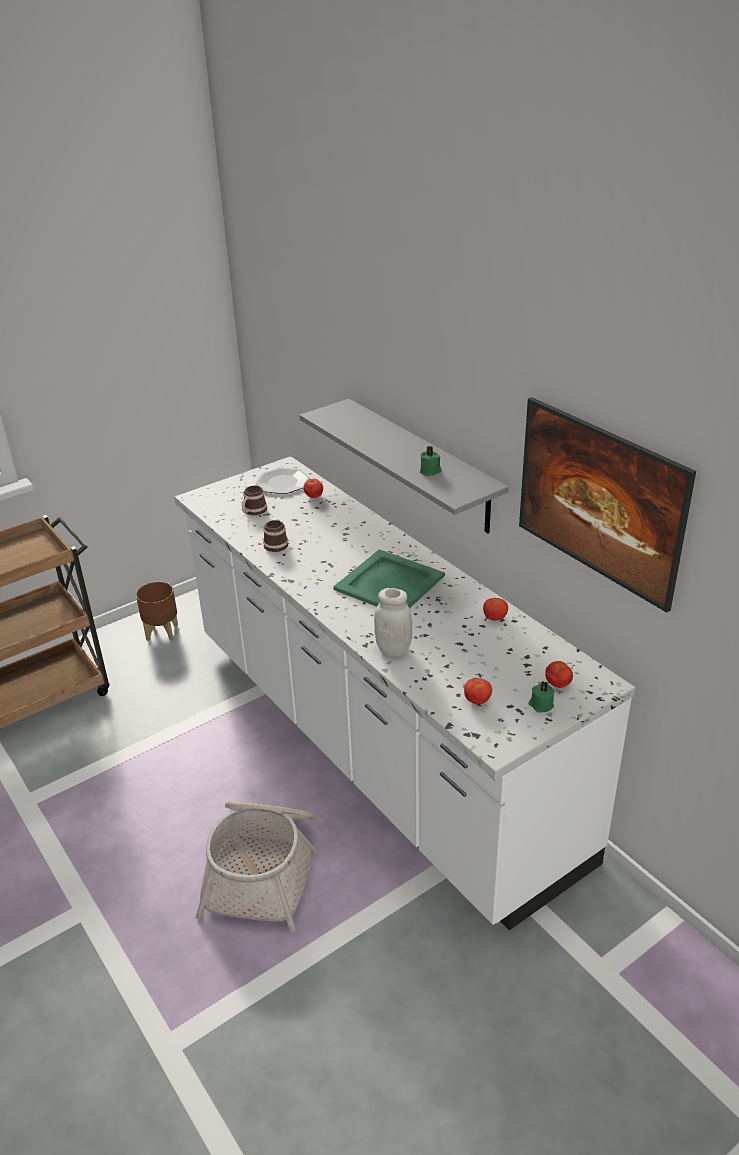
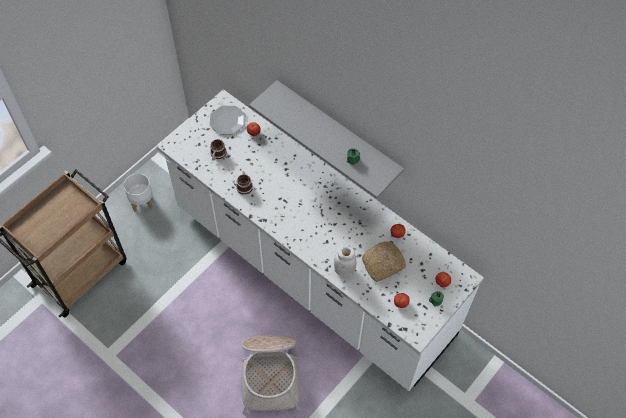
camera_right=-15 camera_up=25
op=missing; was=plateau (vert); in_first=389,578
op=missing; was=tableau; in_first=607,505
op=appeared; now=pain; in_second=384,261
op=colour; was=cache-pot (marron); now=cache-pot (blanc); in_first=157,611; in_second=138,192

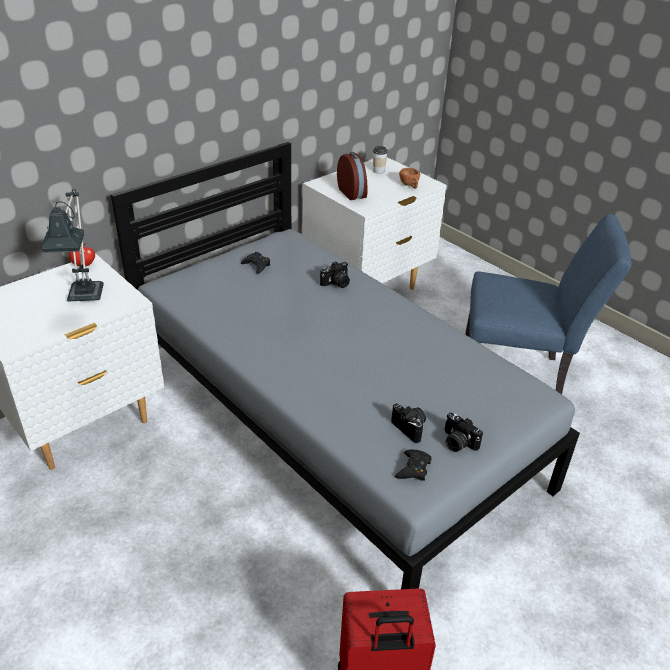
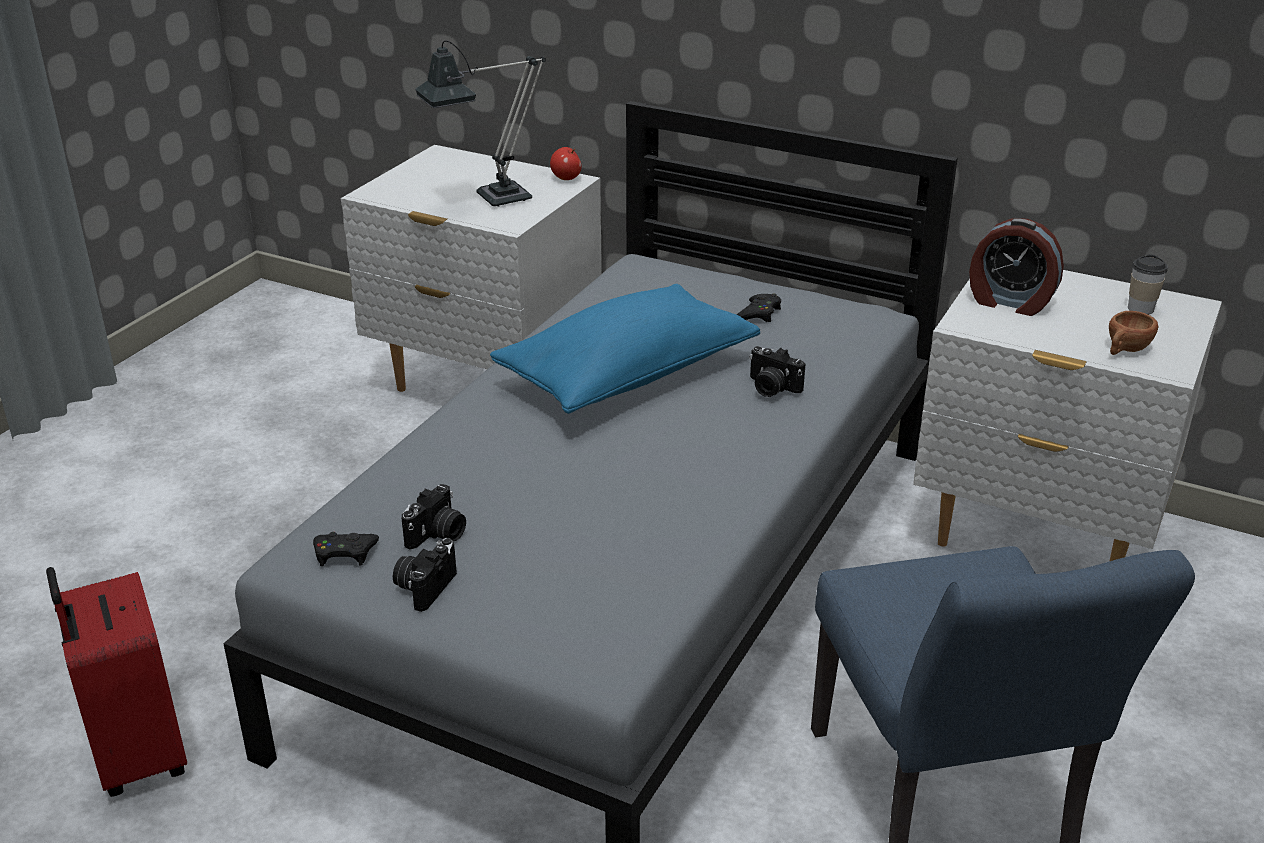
camera_right=70 camera_up=-5
op=appeared; now=coussin (bleu); in_second=625,349
op=spun; was=réveil; in_first=352,176; in_second=1016,267; clockwise=75

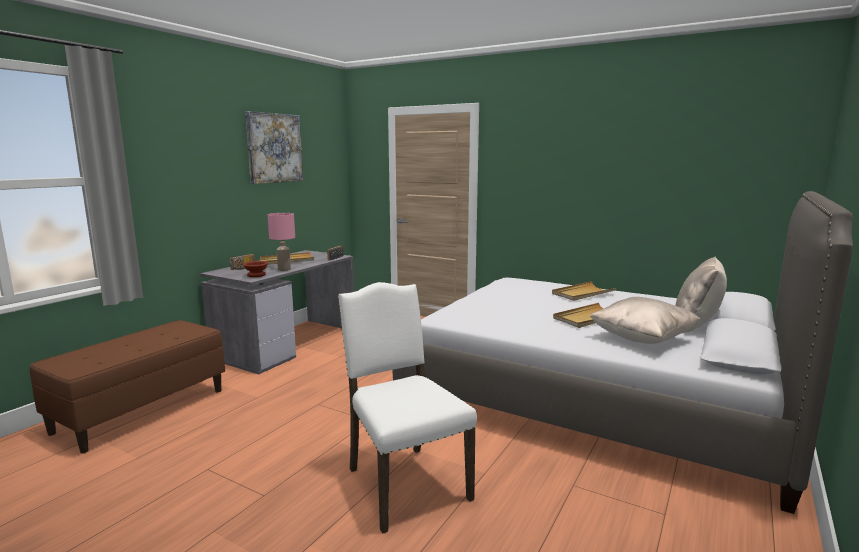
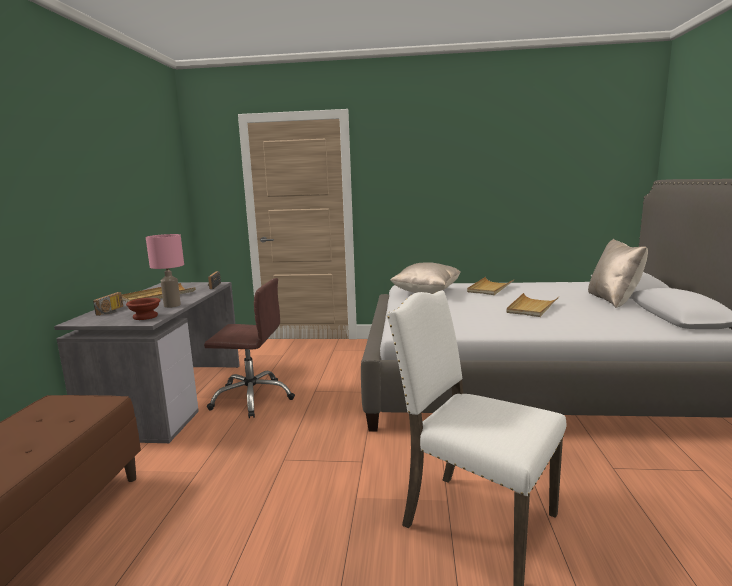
camera_right=-25 camera_up=0
op=missing; was=tableau; in_first=274,147
op=appeared; now=chaise de bureau (marron); in_second=249,348
op=relocated; was=coussin (beige); in_first=645,320; in_second=425,278

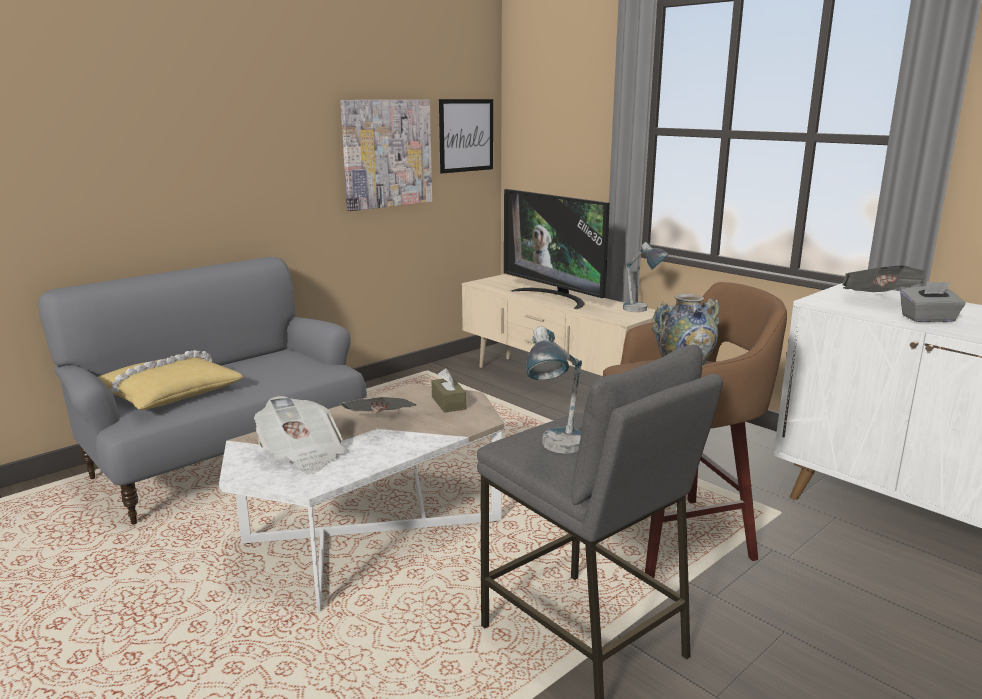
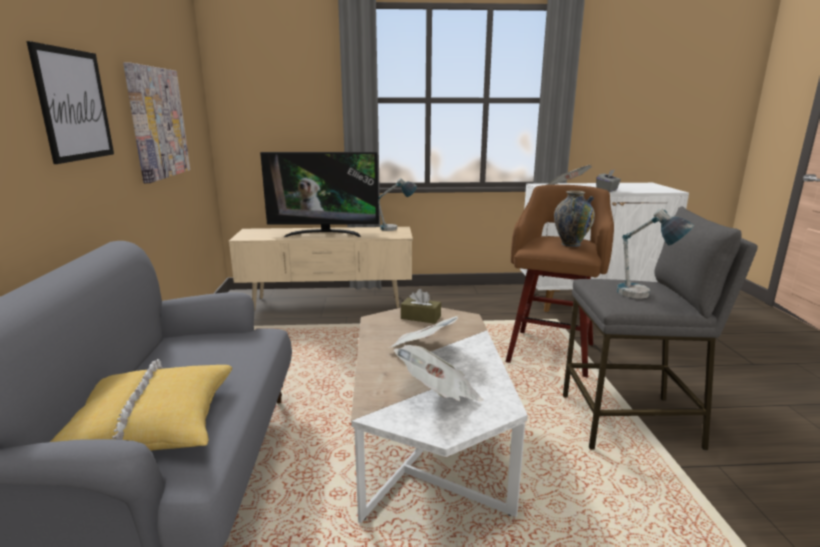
camera_right=-50 camera_up=0
op=relocated; was=tableau; in_first=466,136; in_second=70,102

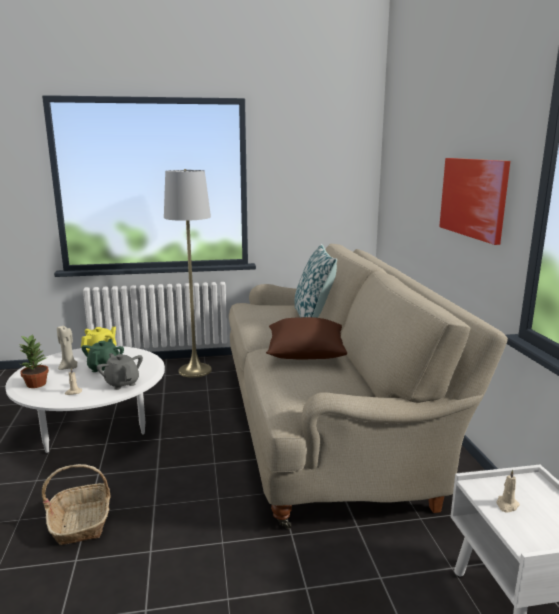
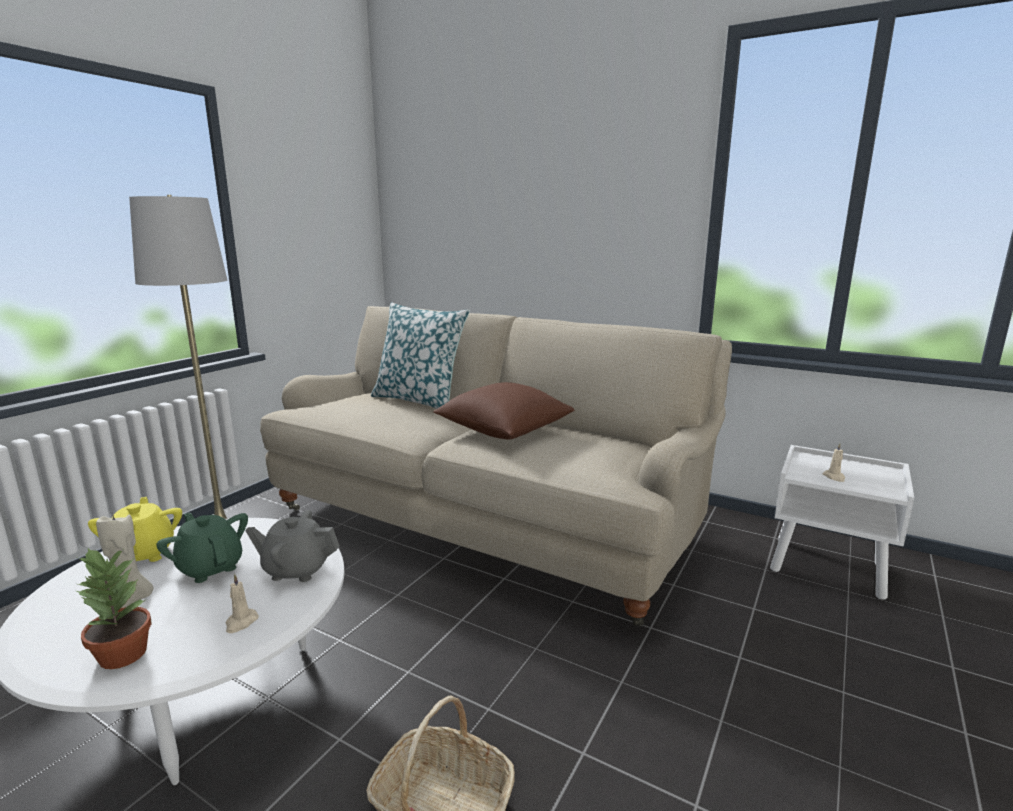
camera_right=-50 camera_up=0
op=missing; was=tableau; in_first=474,201

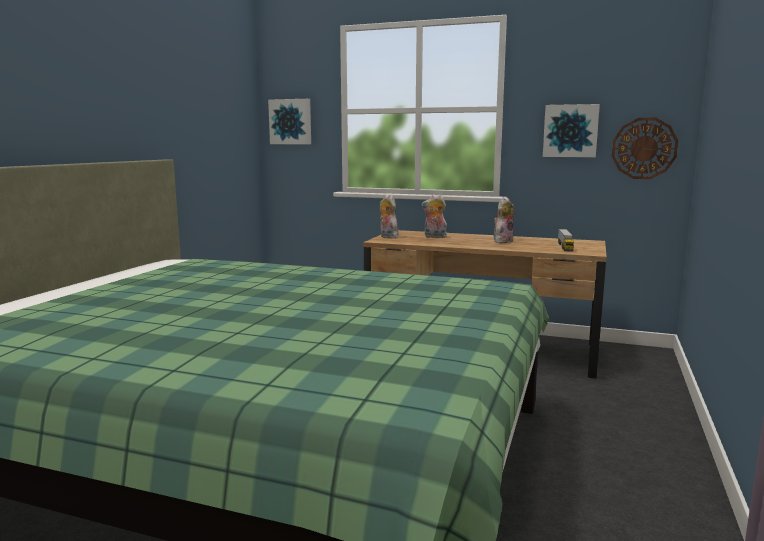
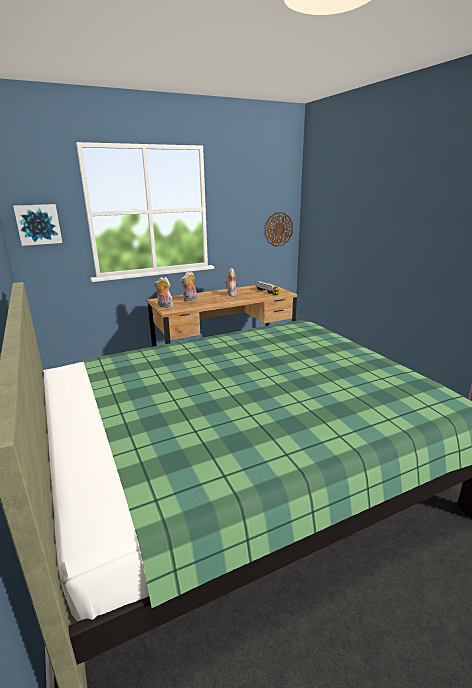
camera_right=-45 camera_up=10
op=missing; was=tableau; in_first=571,130

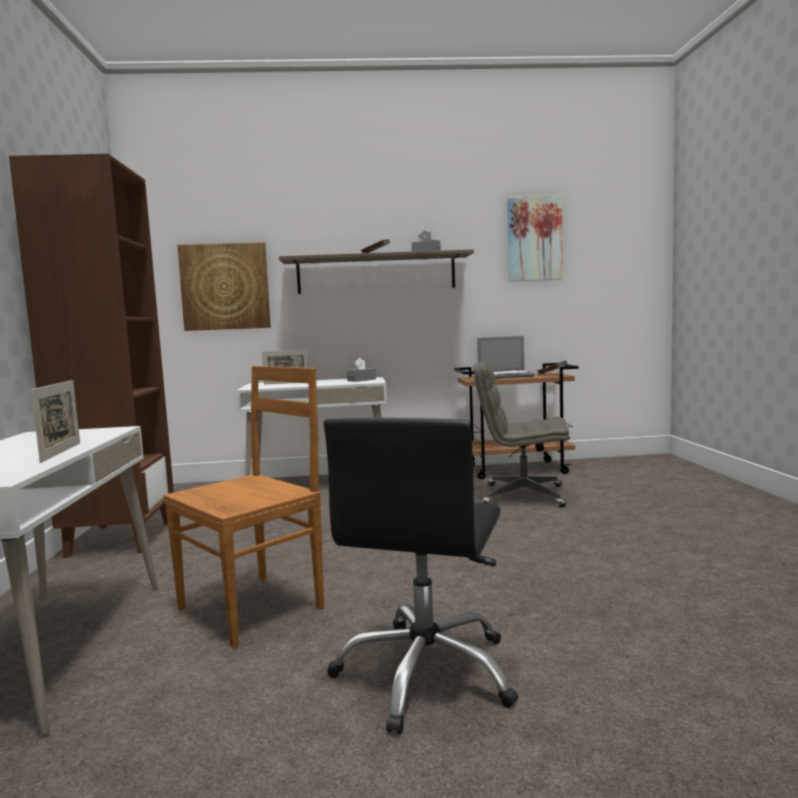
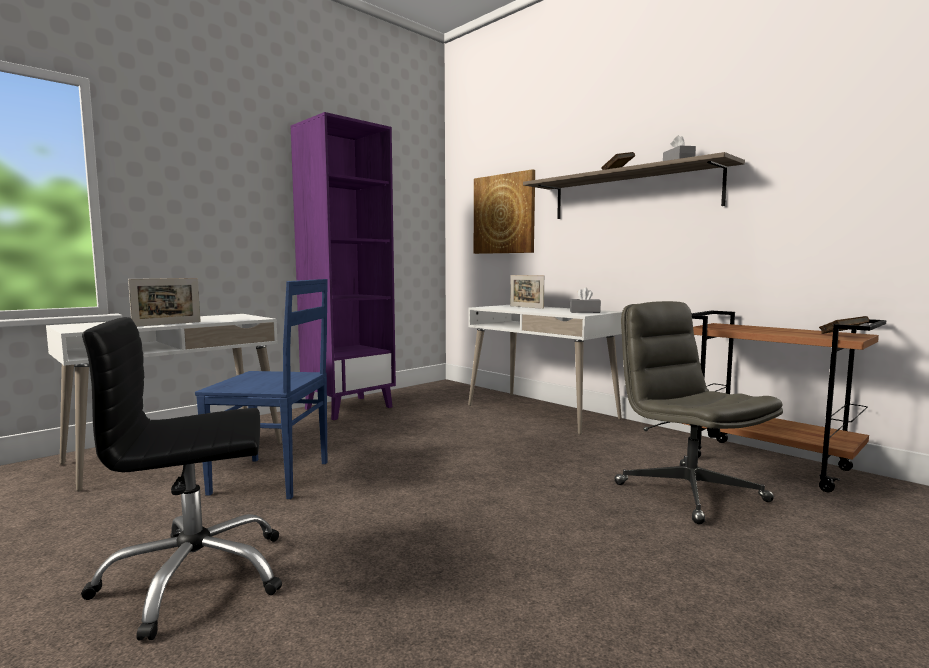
camera_right=50 camera_up=0
op=missing; was=ordinateur portable; in_first=506,357
op=missing; was=tableau; in_first=535,238
op=colour; was=bibliothèque (marron); now=bibliothèque (violet); in_first=91,356; in_second=343,266
op=colour; was=chaise (marron); now=chaise (bleu); in_first=243,507; in_second=261,389

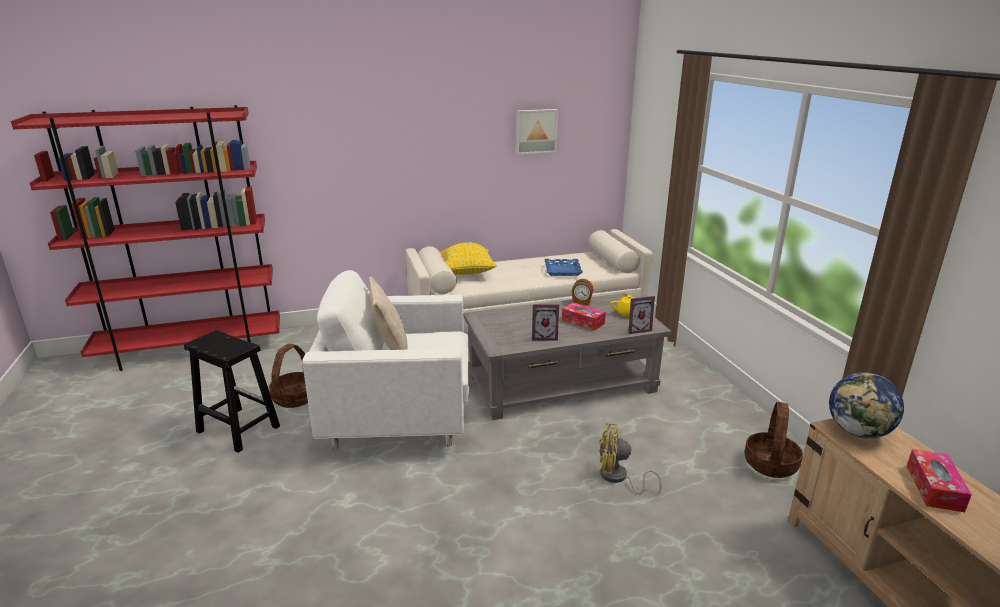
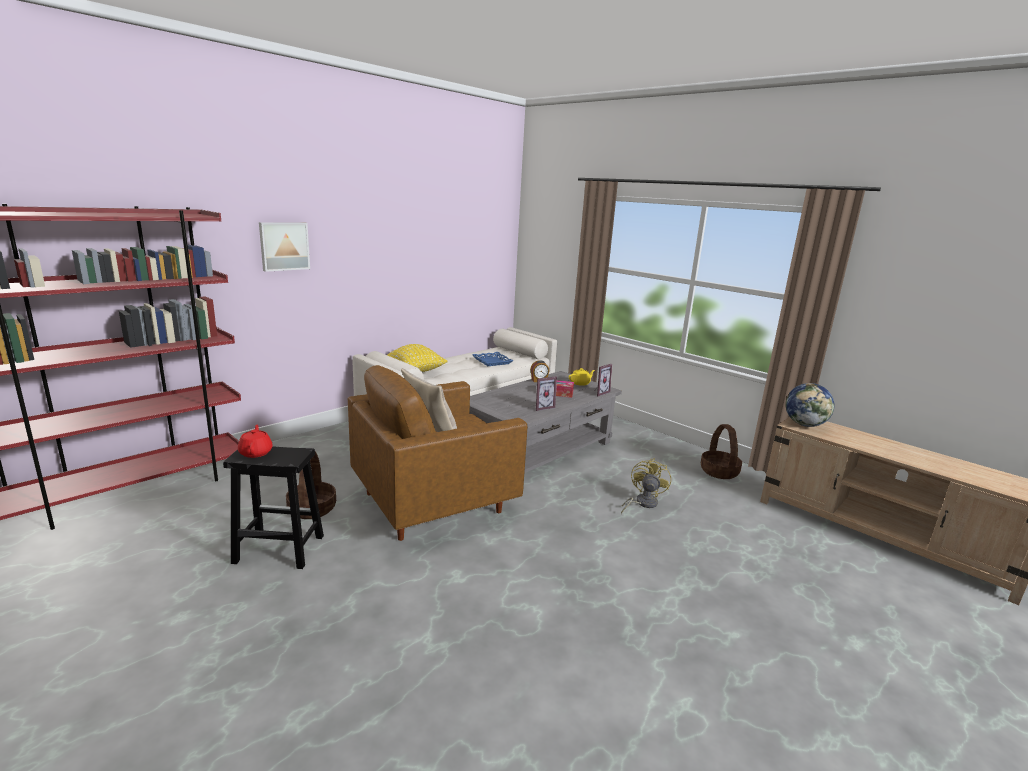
camera_right=-30 camera_up=-5
op=missing; was=boîte à mouchoirs; in_first=939,480
op=appeared; now=théière (rouge); in_second=255,441
op=relocated; was=tableau; in_first=537,131; in_second=284,247
op=colour; was=fauteuil (blanc); now=fauteuil (marron); in_first=385,359; in_second=437,453
op=spun; was=ventilateur (jaune); in_first=630,458; in_second=646,486; clockwise=135

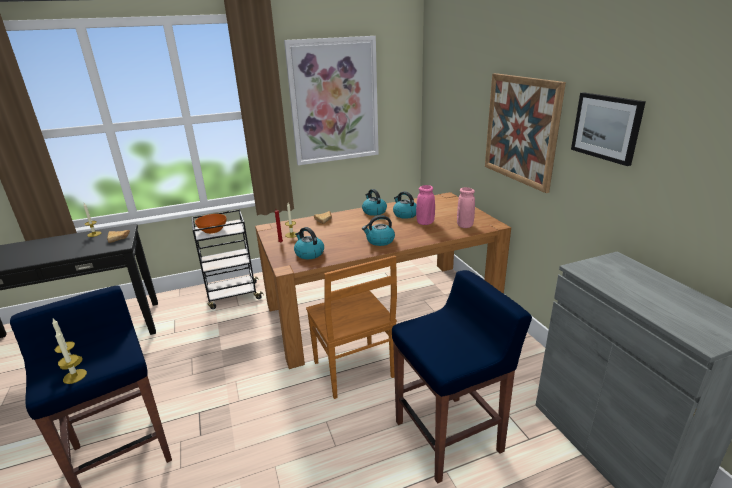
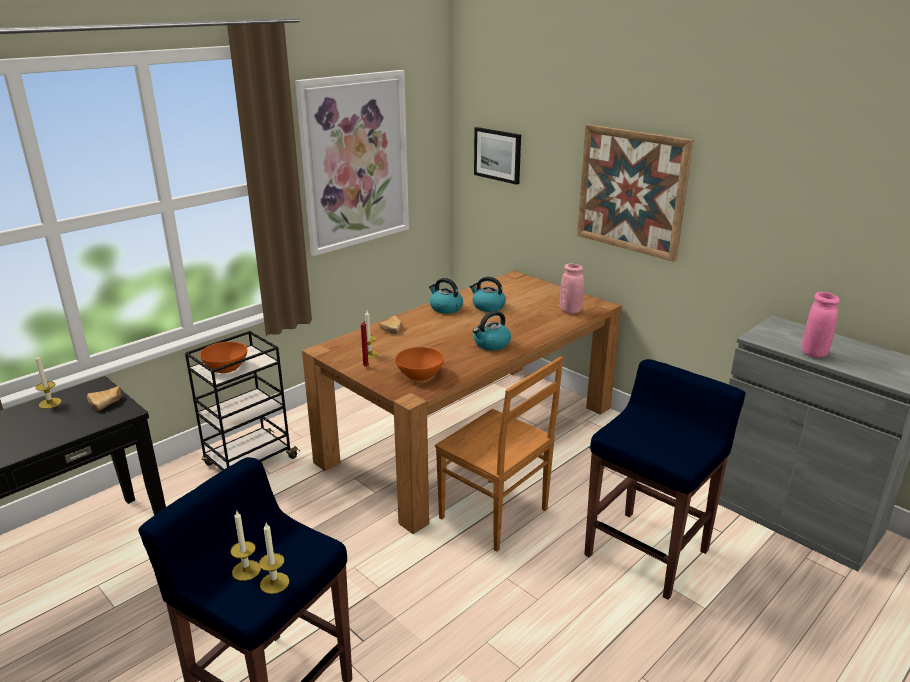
camera_right=-25 camera_up=0
op=relocated; was=vase (rose); in_first=425,205; in_second=821,324
op=relocated; was=tableau; in_first=608,129; in_second=497,156
op=exchanged; was=bouilloire; now=bol (orange); in_first=309,243; in_second=419,364

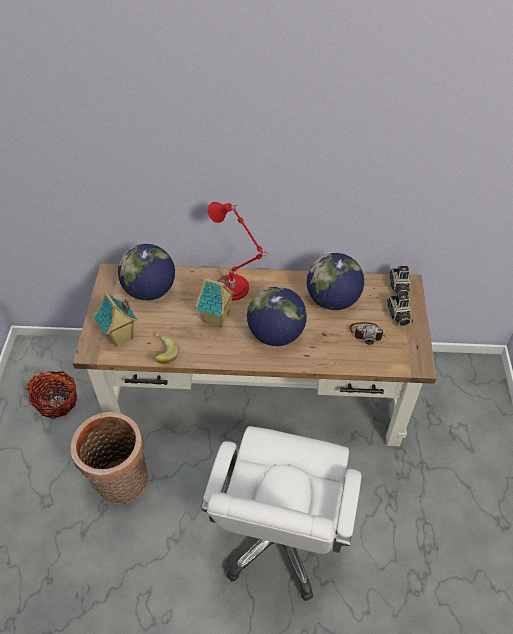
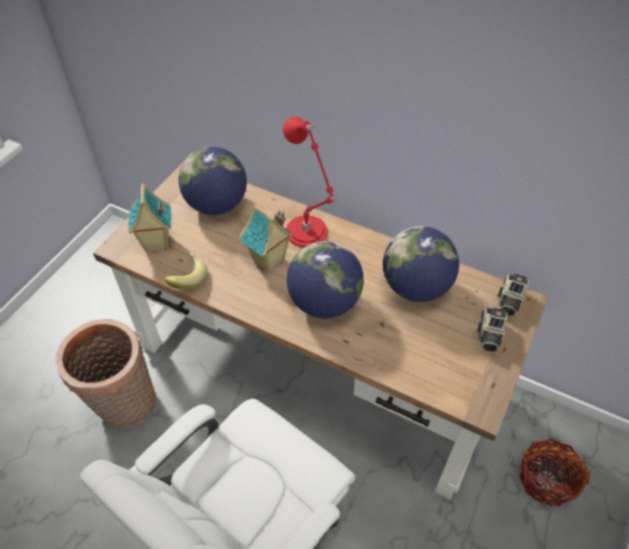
camera_right=25 camera_up=0
op=missing; was=appareil photo; in_first=367,333
op=relocated; was=panier; in_first=51,395; in_second=555,472

